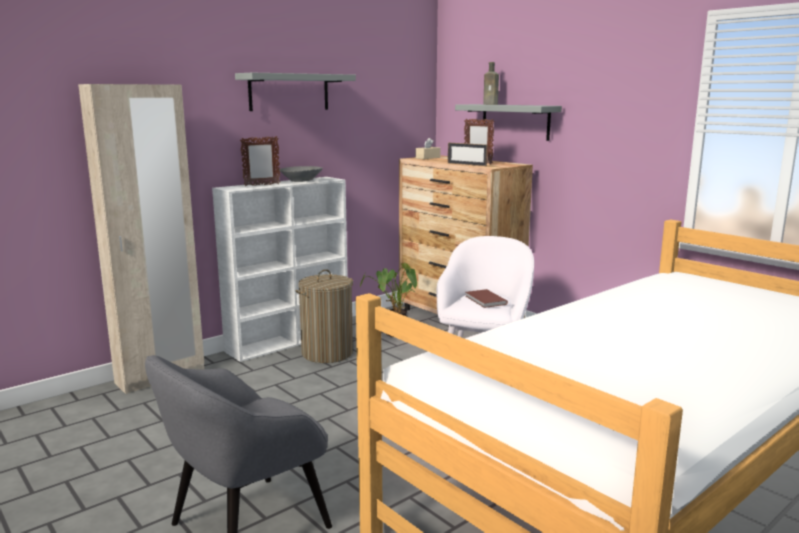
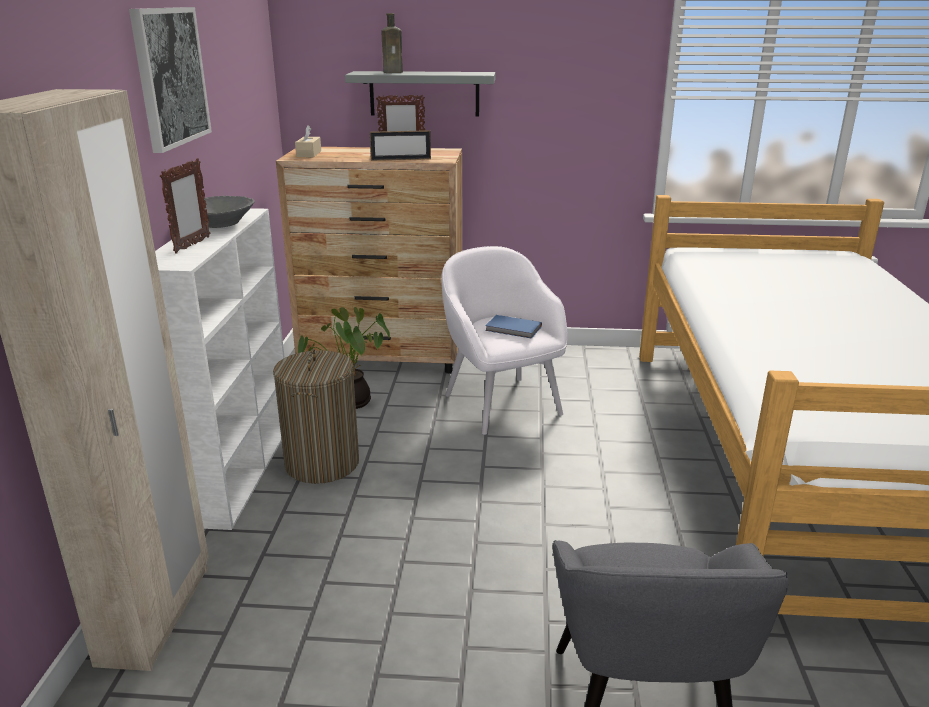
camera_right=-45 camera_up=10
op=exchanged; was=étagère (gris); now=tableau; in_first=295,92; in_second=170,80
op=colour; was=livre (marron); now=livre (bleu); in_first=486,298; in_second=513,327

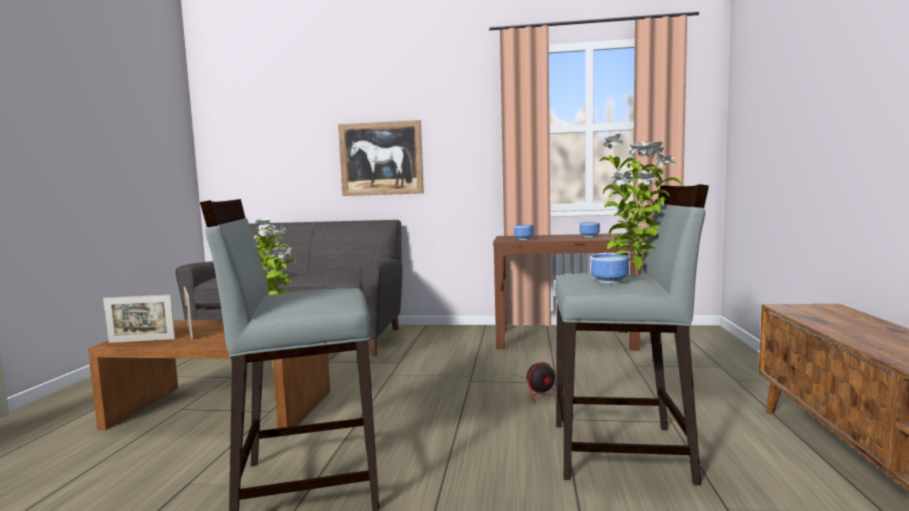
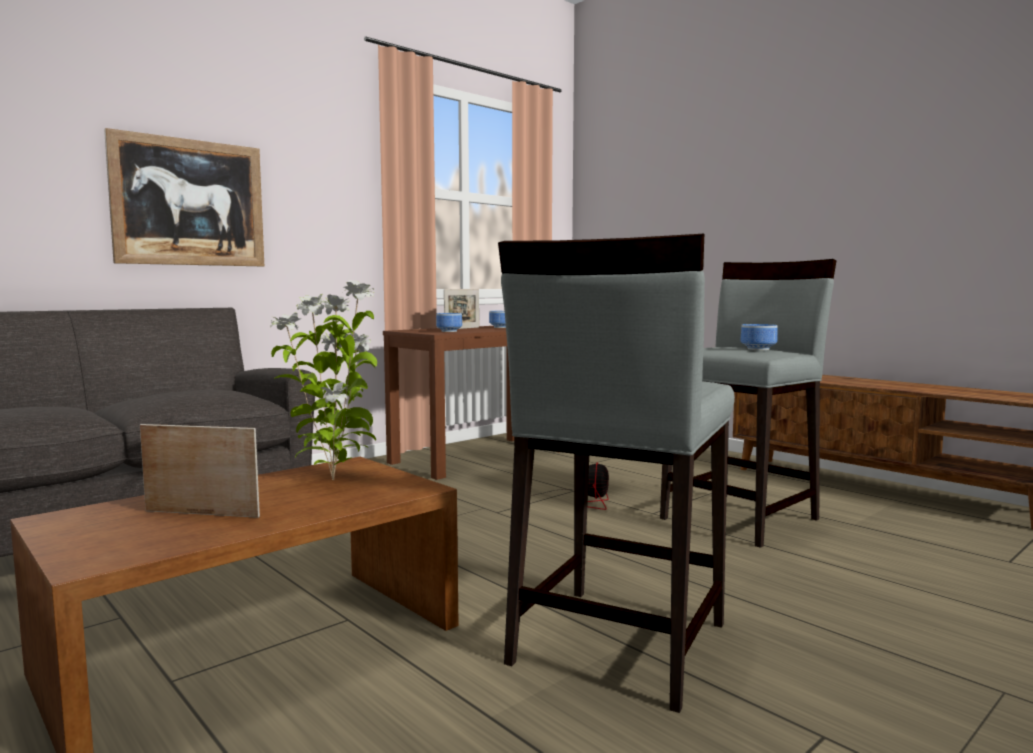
camera_right=-50 camera_up=0
op=missing; was=plante en pot; in_first=641,204
op=relocated; was=cadre photo; in_first=139,319; in_second=461,309

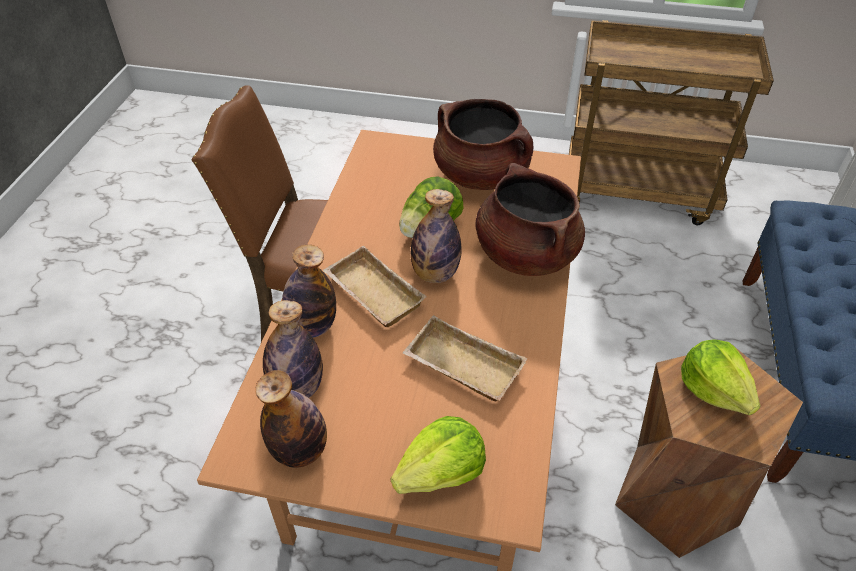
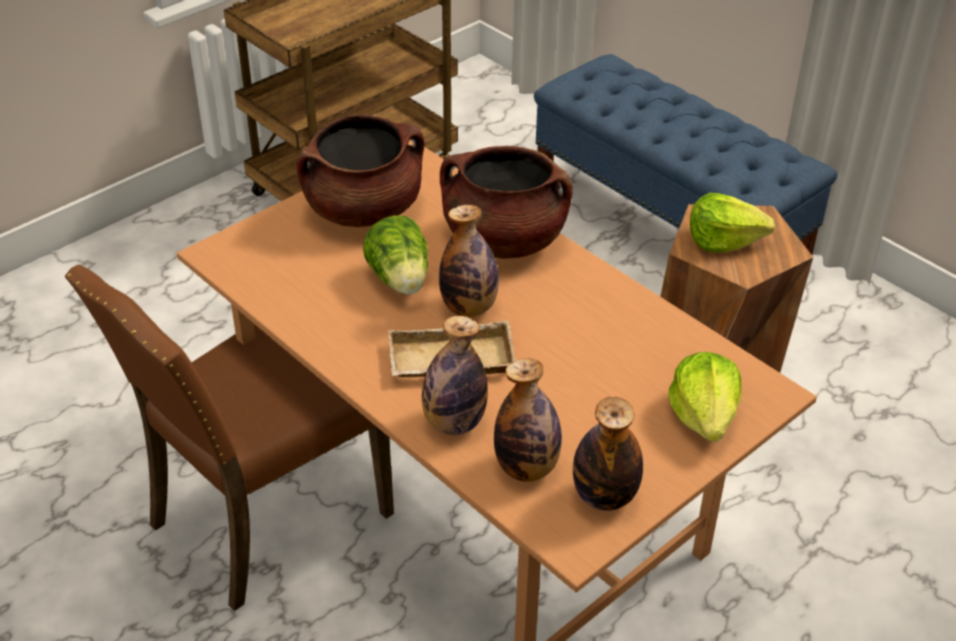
camera_right=-55 camera_up=-5
op=missing; was=plateau (beige); in_first=464,358

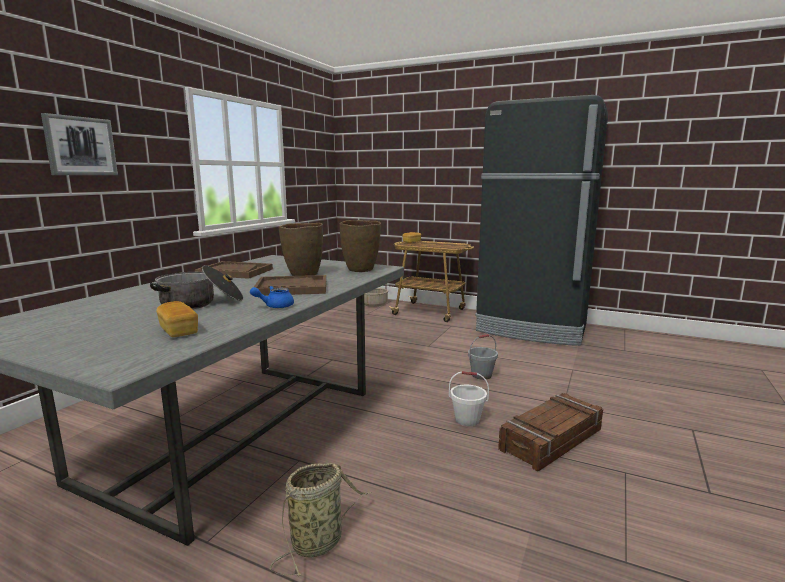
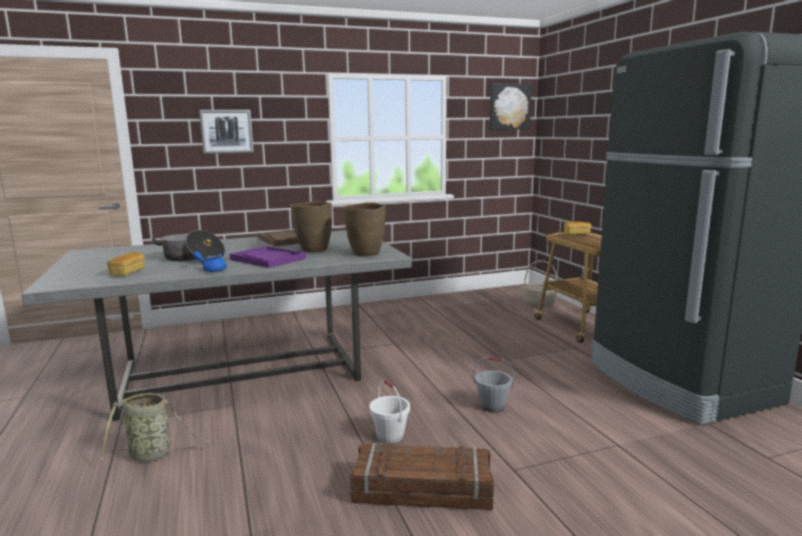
camera_right=45 camera_up=0
op=appeared; now=tableau; in_second=511,106
op=colour; was=plateau (marron); now=plateau (violet); in_first=290,285; in_second=268,257

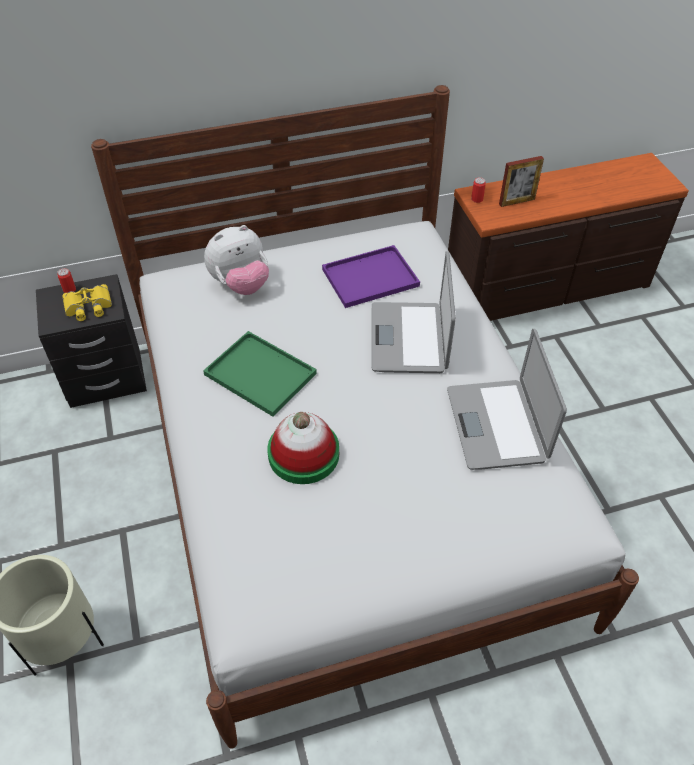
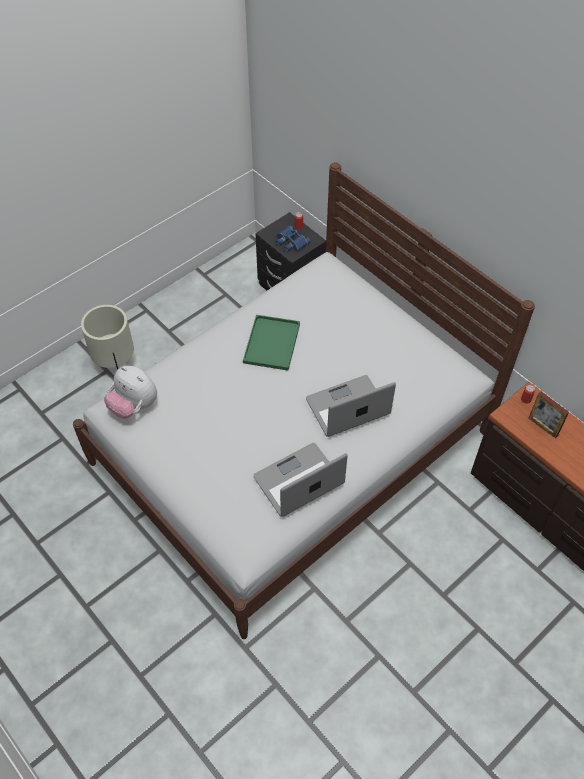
camera_right=65 camera_up=5
op=missing; was=chapeau; in_first=303,448
op=missing; was=plateau (violet); in_first=371,276
op=relocated; was=peluche; in_first=236,260; in_second=130,392
op=colour; was=jumelles (jaune); now=jumelles (bleu); in_first=87,302; in_second=293,238

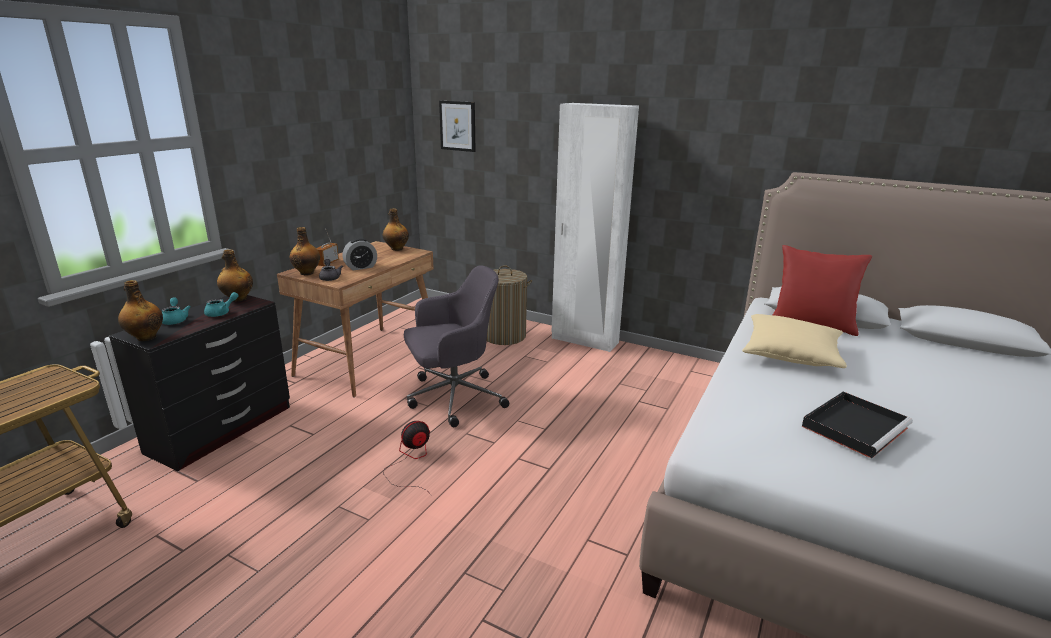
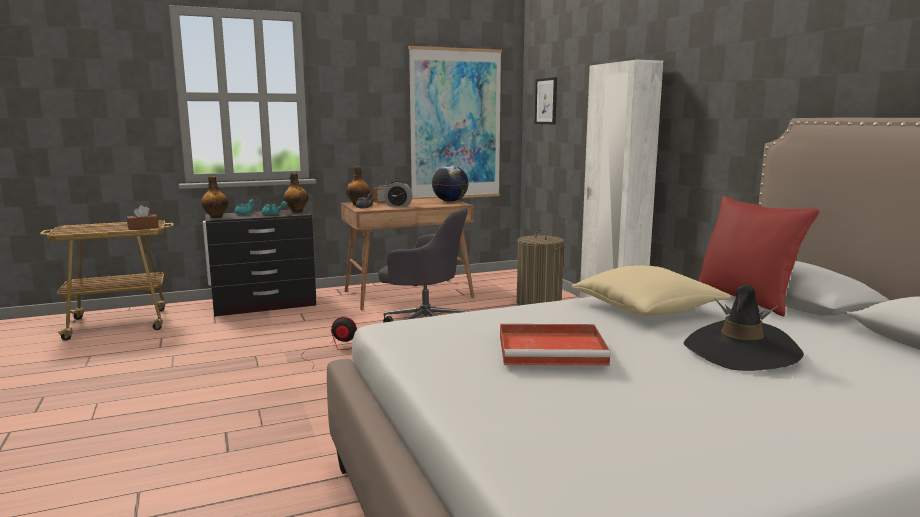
camera_right=40 camera_up=-10
op=appeared; now=boîte à mouchoirs (marron); in_second=143,217
op=appeared; now=tableau; in_second=455,122
op=appeared; now=chapeau (noir); in_second=744,328
op=exchanged; was=bouteille; now=globe; in_first=396,229; in_second=450,183
op=colour; was=plateau (noir); now=plateau (rouge); in_first=857,425; in_second=555,345

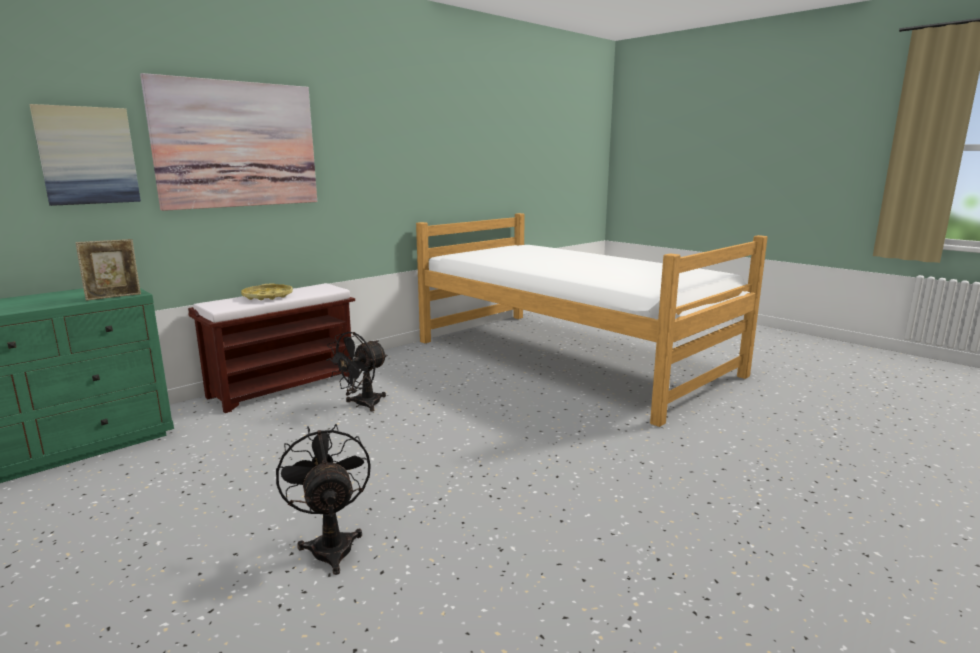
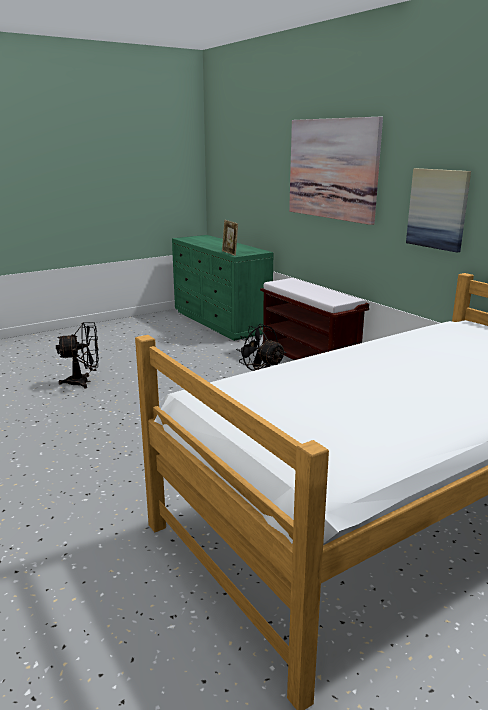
camera_right=100 camera_up=5
op=missing; was=plateau (jaune); in_first=267,292
op=relocated; was=tableau; in_first=85,155; in_second=438,210

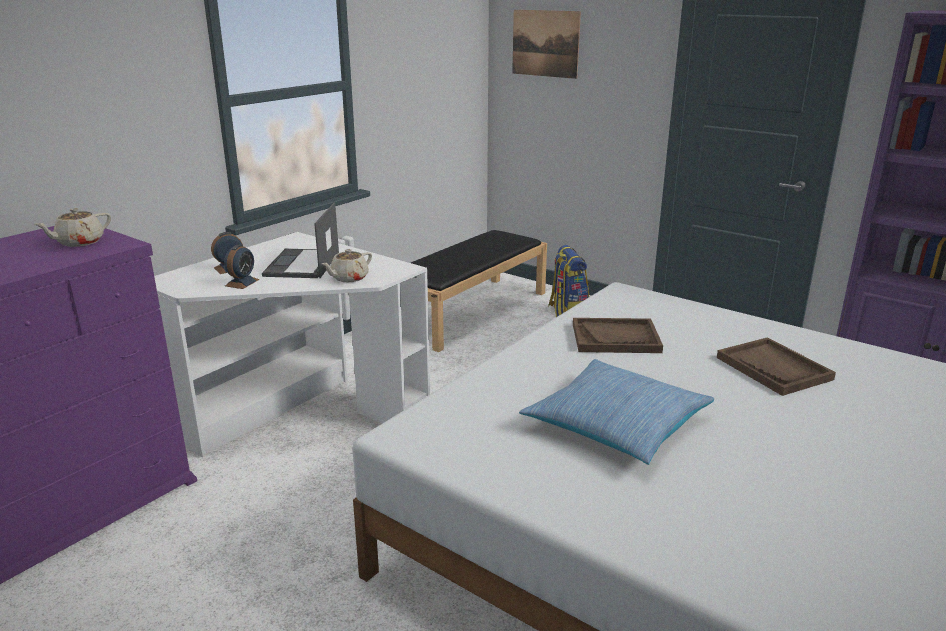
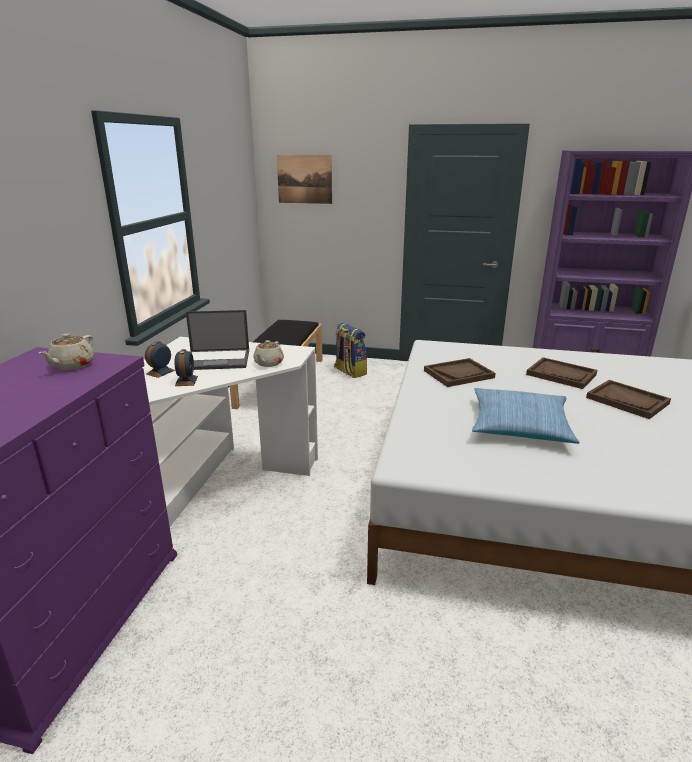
camera_right=-25 camera_up=0
op=appeared; now=plateau (marron); in_second=628,399
op=spun; was=ordinateur portable; in_first=300,240; in_second=217,340; clockwise=-75

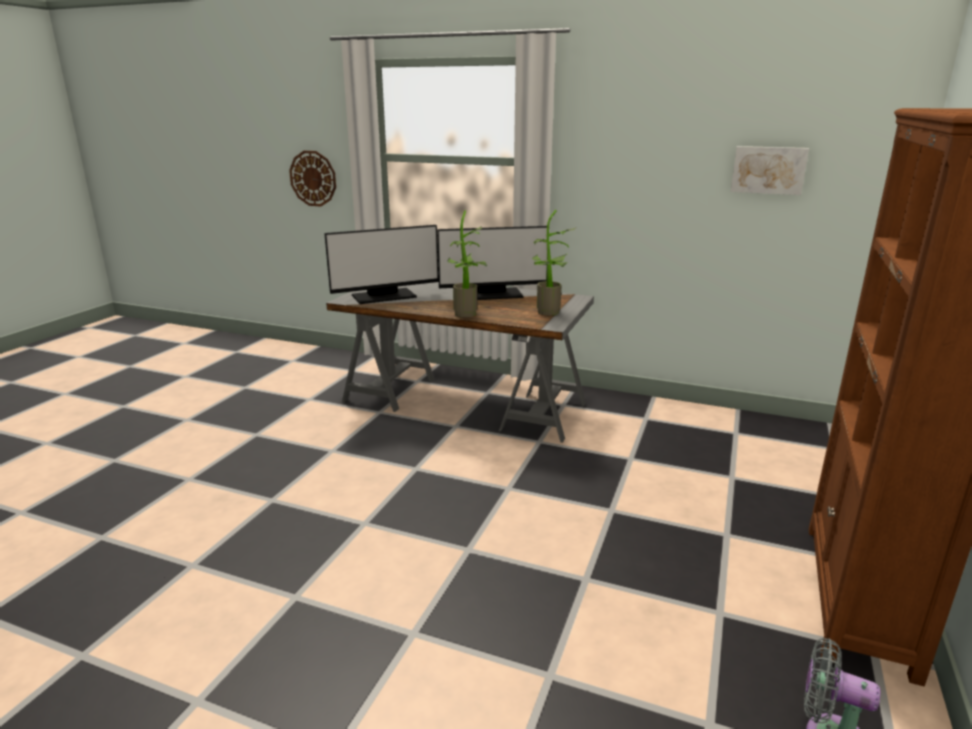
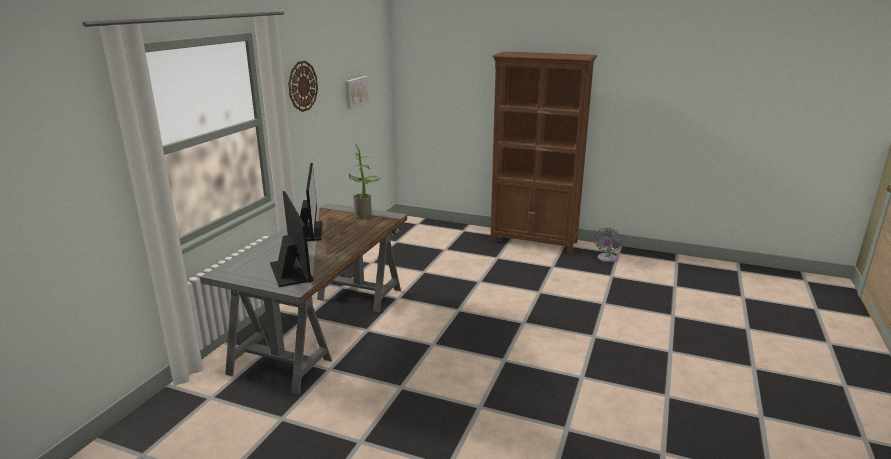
camera_right=-90 camera_up=0
op=missing; was=plante en pot; in_first=467,264
op=relocated; was=horloge murale; in_first=312,178; in_second=303,86

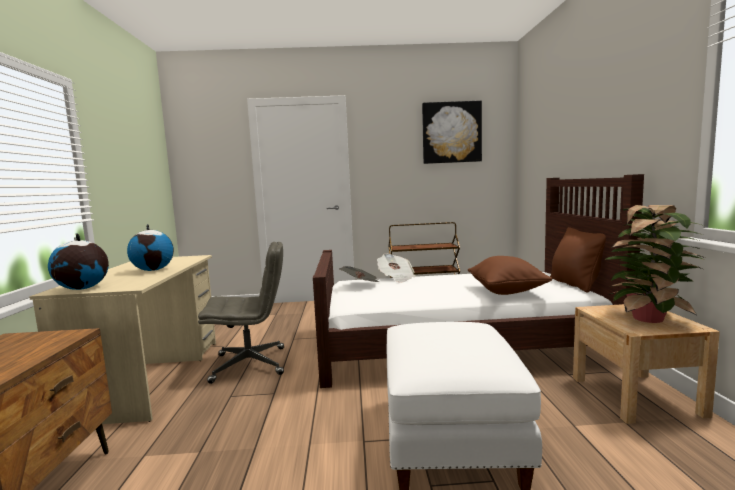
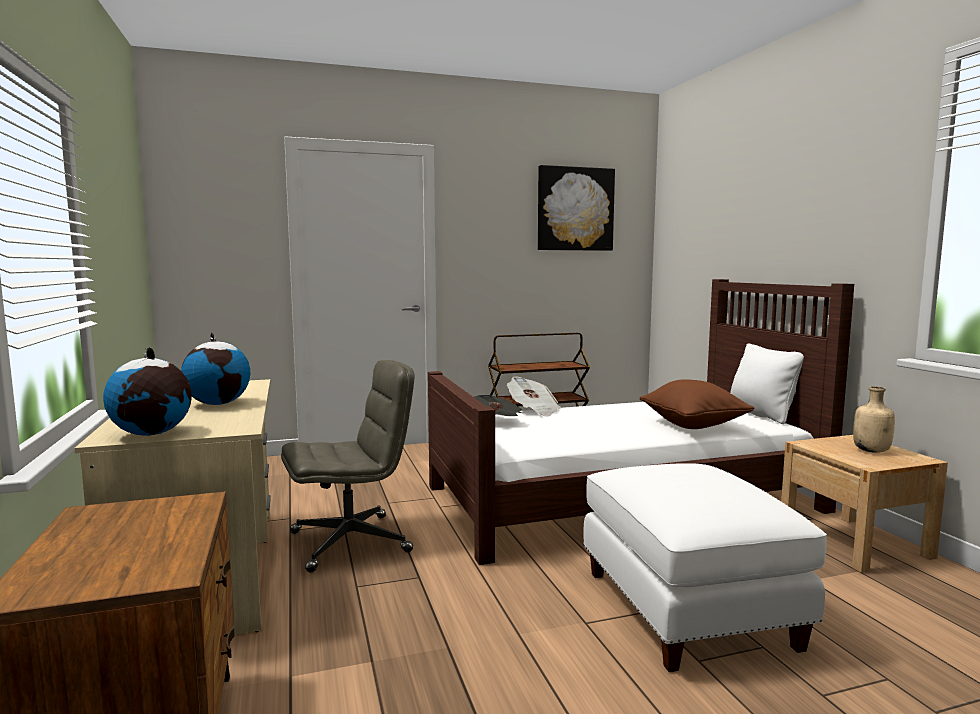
camera_right=-15 camera_up=0
op=exchanged; was=plante en pot; now=bouteille (beige); in_first=654,264; in_second=874,419
op=colour; was=coussin (marron); now=coussin (blanc); in_first=578,260; in_second=767,383

